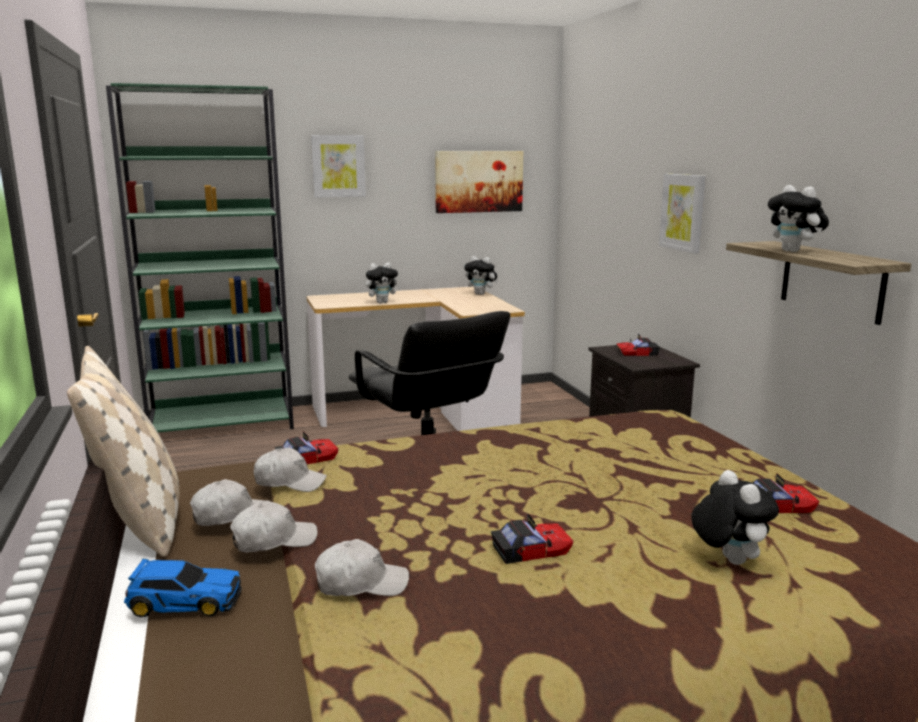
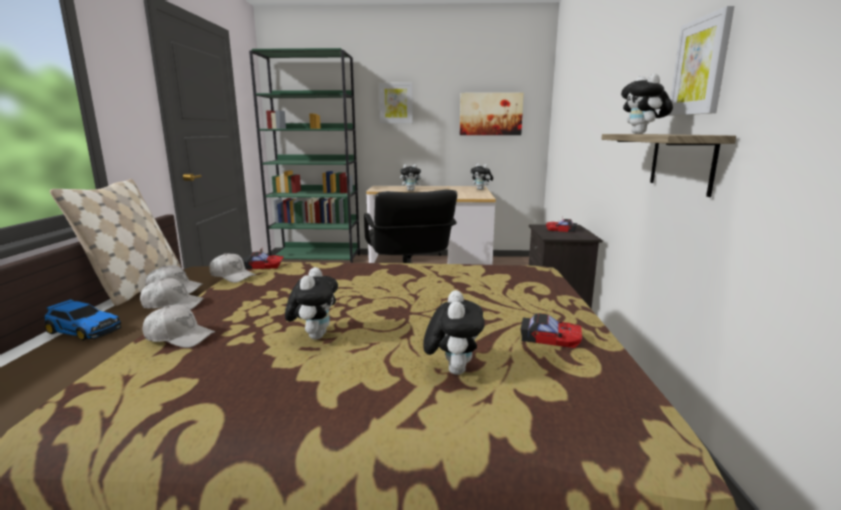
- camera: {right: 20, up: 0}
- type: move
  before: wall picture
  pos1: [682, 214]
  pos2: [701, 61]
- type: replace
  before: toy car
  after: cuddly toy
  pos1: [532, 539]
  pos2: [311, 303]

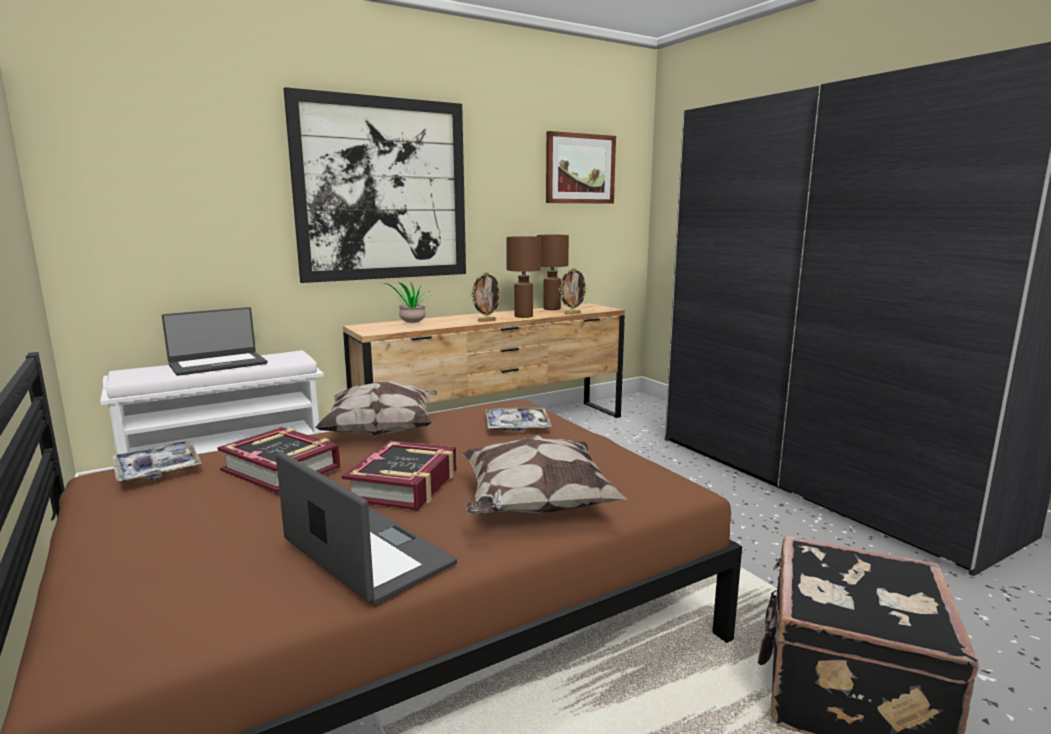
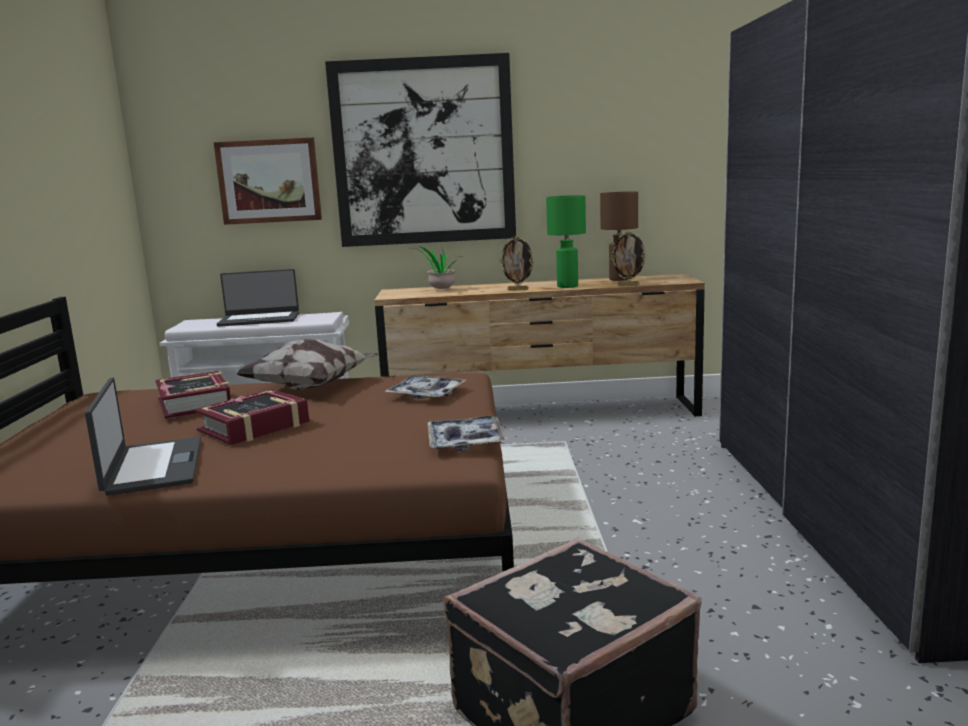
- camera: {right: 30, up: 0}
- type: delete
  before: throw pillow
  pos1: [544, 474]
- type: move
  before: carrying tray
  pos1: [157, 461]
  pos2: [467, 433]
- type: move
  before: wall picture
  pos1: [581, 167]
  pos2: [268, 181]
- type: recolor
  before: lamp for a table (brown)
  after: lamp for a table (green-coloured)
  pos1: [523, 277]
  pos2: [566, 241]

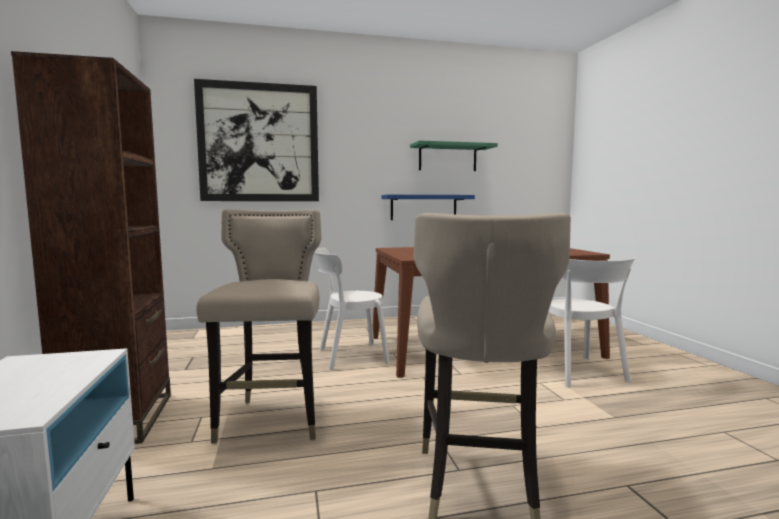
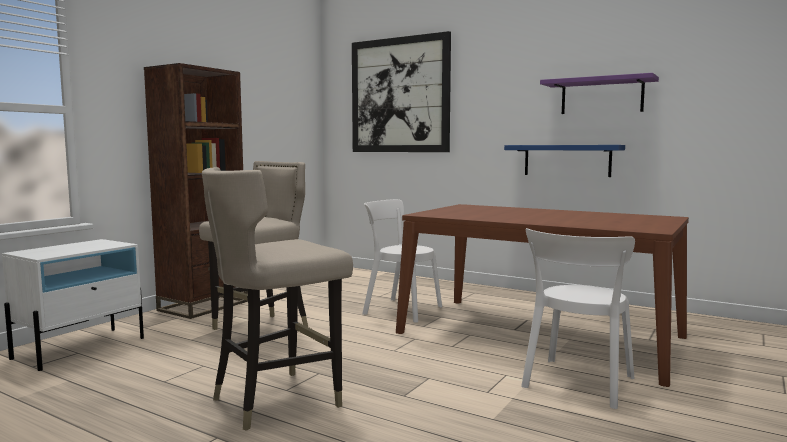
- camera: {right: 45, up: 0}
- type: recolor
  before: shelf (green-coloured)
  after: shelf (purple)
  pos1: [454, 155]
  pos2: [599, 93]

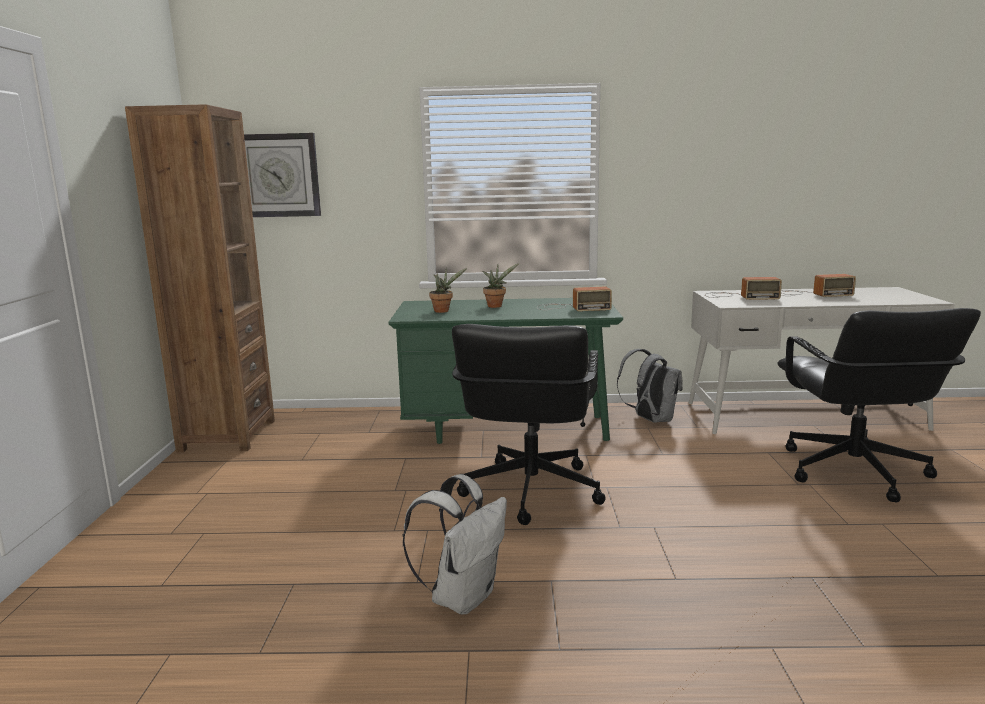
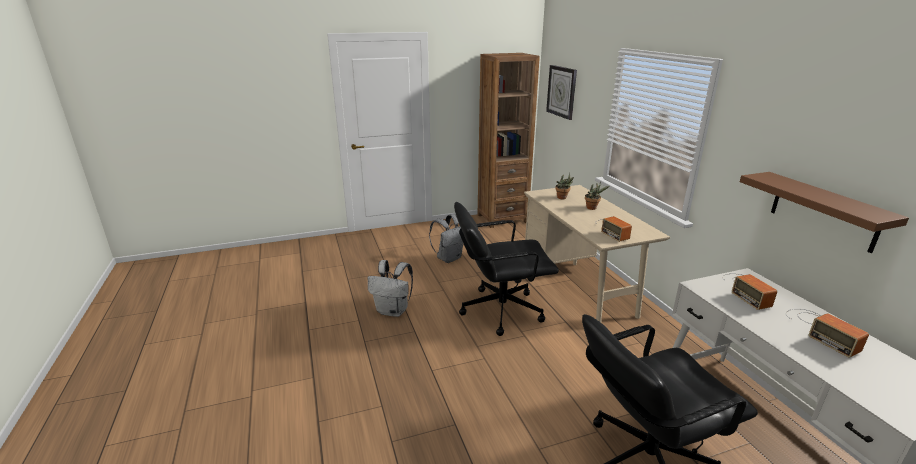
- camera: {right: 70, up: 10}
- type: insert
  after: shelf (brown)
  pos2: [824, 212]
- type: move
  before: knapsack (gray)
  pos1: [650, 386]
  pos2: [446, 238]
- type: recolor
  before: desk (green-coloured)
  after: desk (sand-coloured)
  pos1: [505, 371]
  pos2: [597, 253]

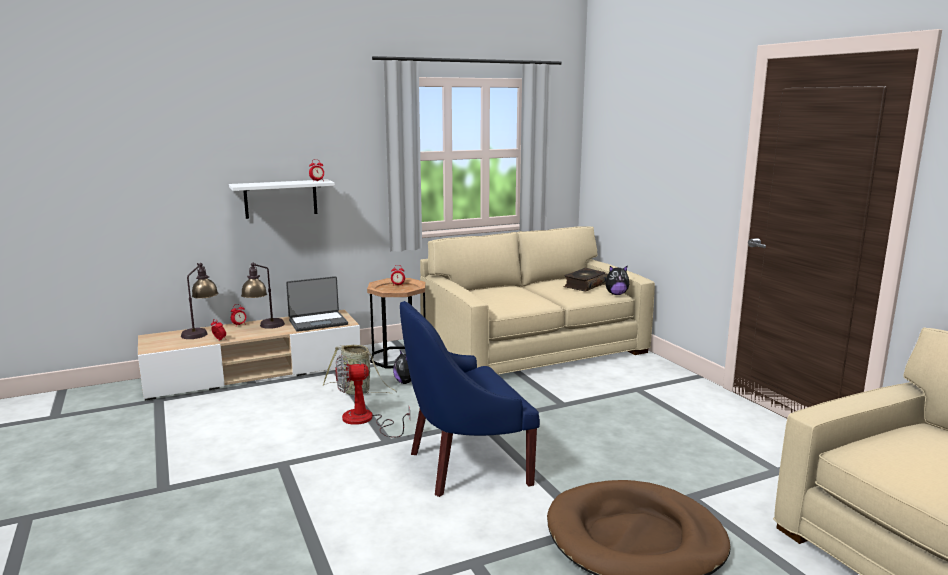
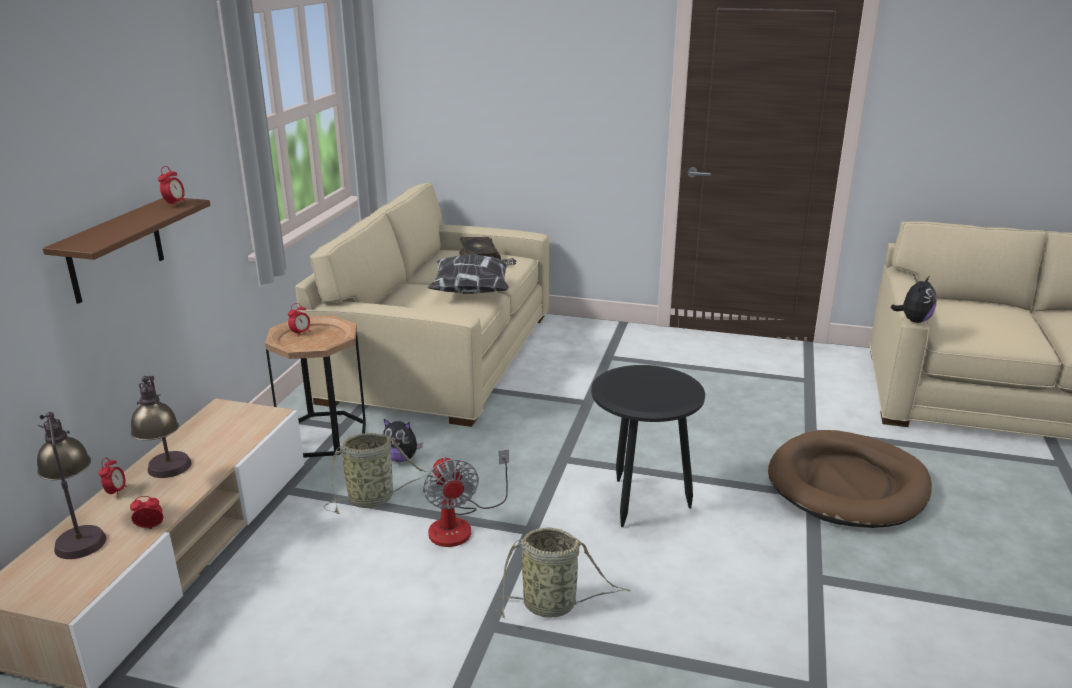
- camera: {right: -50, up: 10}
- type: delete
  before: notebook computer
  pos1: [317, 304]
- type: insert
  after: throw pillow
  pos2: [472, 273]
- type: insert
  after: storage basket
  pos2: [562, 573]
- type: move
  before: cuddly toy
  pos1: [617, 280]
  pos2: [914, 299]
- type: replace
  before: lounge chair (blue-coloured)
  after: end table (blackish)
  pos1: [470, 399]
  pos2: [648, 446]
- type: recolor
  before: shelf (whitish)
  after: shelf (brown)
  pos1: [282, 199]
  pos2: [126, 251]
- type: rotate
  before: cooling fan
  pos1: [372, 396]
  pos2: [466, 498]
  turn: -45

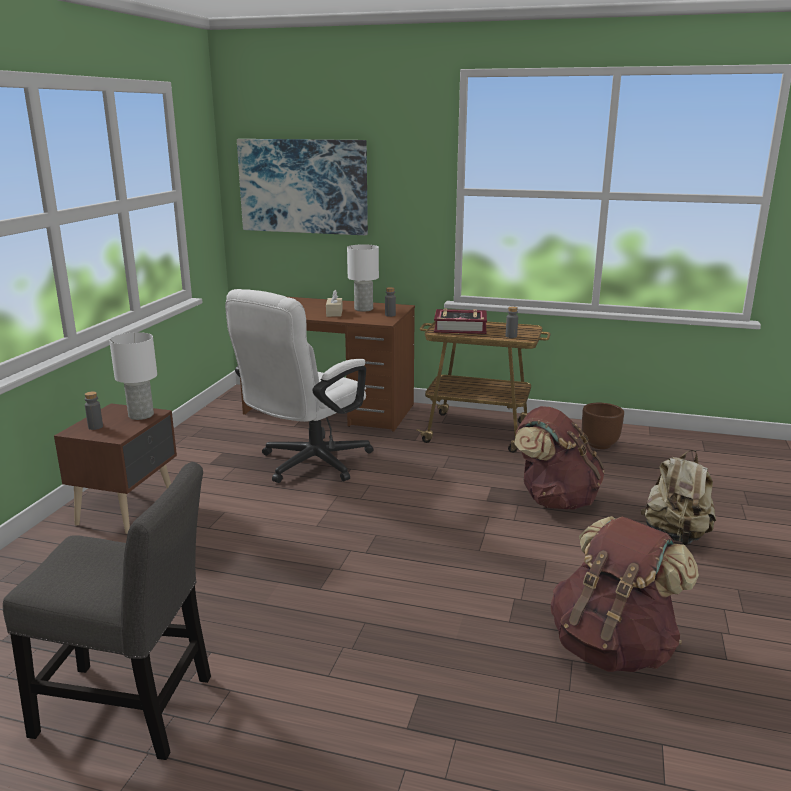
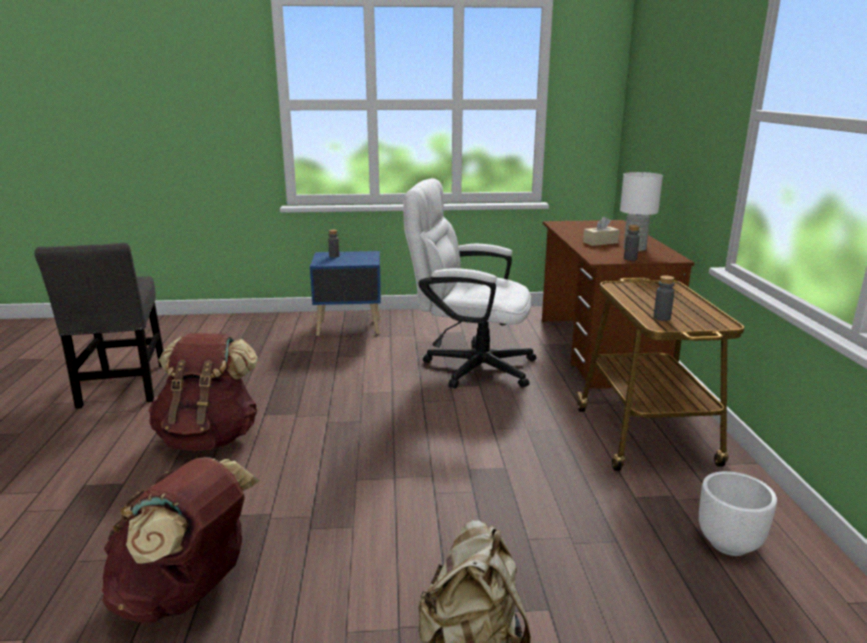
- camera: {right: 70, up: 0}
- type: delete
  before: lamp for a table (whitish)
  pos1: [133, 376]
- type: delete
  before: wall picture
  pos1: [302, 187]
- type: delete
  before: volume
  pos1: [460, 321]
- type: move
  before: knapsack (brown)
  pos1: [559, 458]
  pos2: [204, 392]
- type: recolor
  before: bedside table (brown)
  after: bedside table (blue-coloured)
  pos1: [115, 468]
  pos2: [345, 293]
- type: recolor
  before: planter (brown)
  after: planter (whitish)
  pos1: [603, 426]
  pos2: [738, 513]

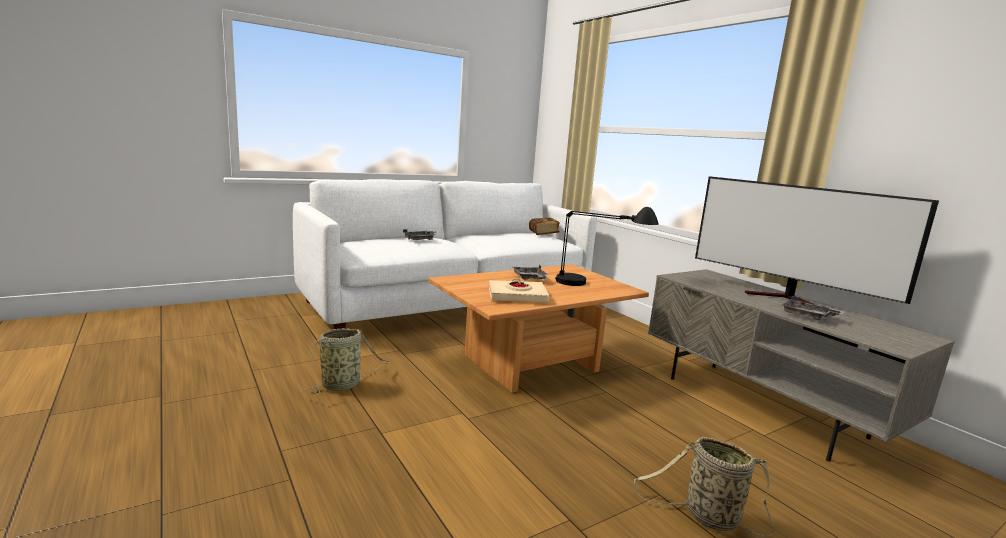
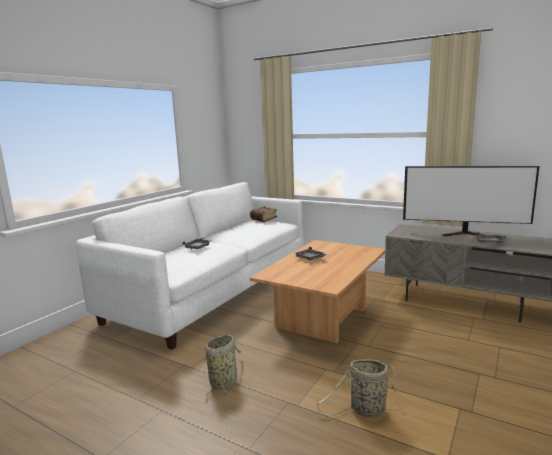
- camera: {right: -25, up: 0}
- type: delete
  before: volume (sand-coloured)
  pos1: [519, 291]
- type: delete
  before: lamp for a table (blackish)
  pos1: [606, 246]
- type: move
  before: storage basket
  pos1: [704, 487]
  pos2: [360, 388]

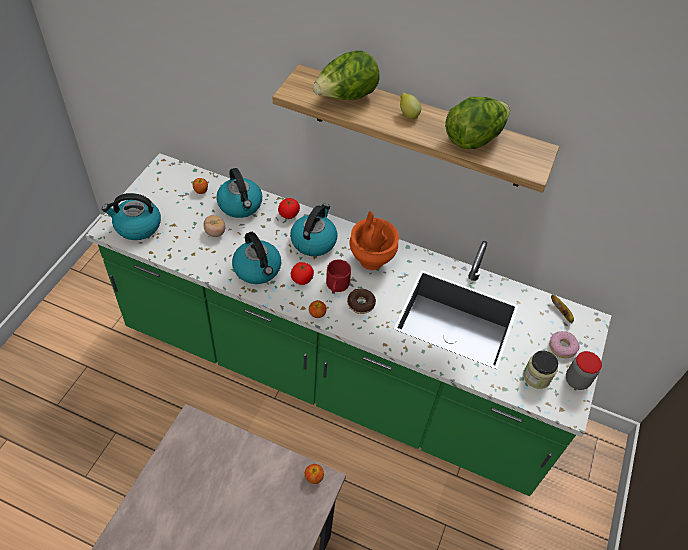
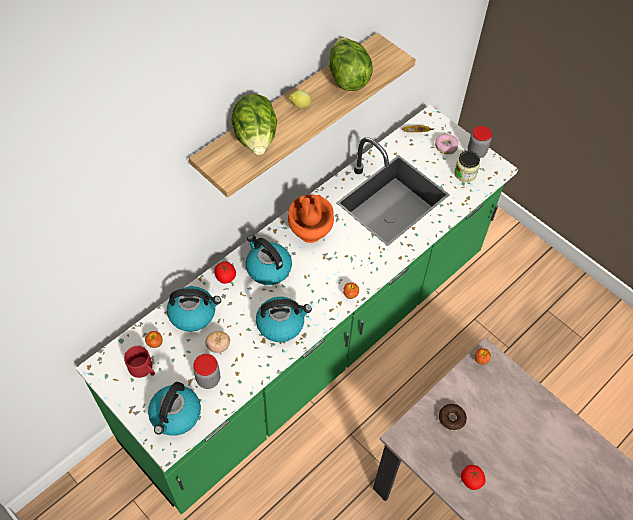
- camera: {right: -65, up: 5}
- type: insert
  after: preserve jar
  pos2: [206, 371]
- type: move
  before: tomato
  pos1: [302, 273]
  pos2: [473, 477]
- type: move
  before: tea mug (reddish)
  pos1: [338, 276]
  pos2: [139, 362]
- type: move
  before: ring doughnut
  pos1: [361, 301]
  pos2: [453, 417]

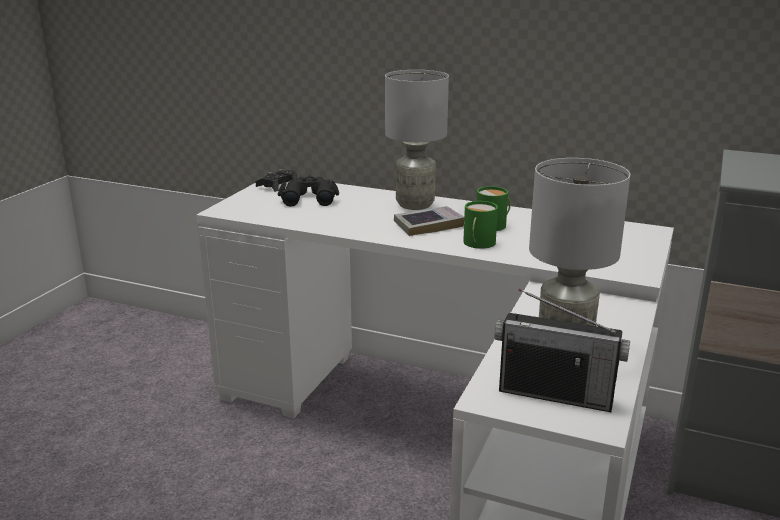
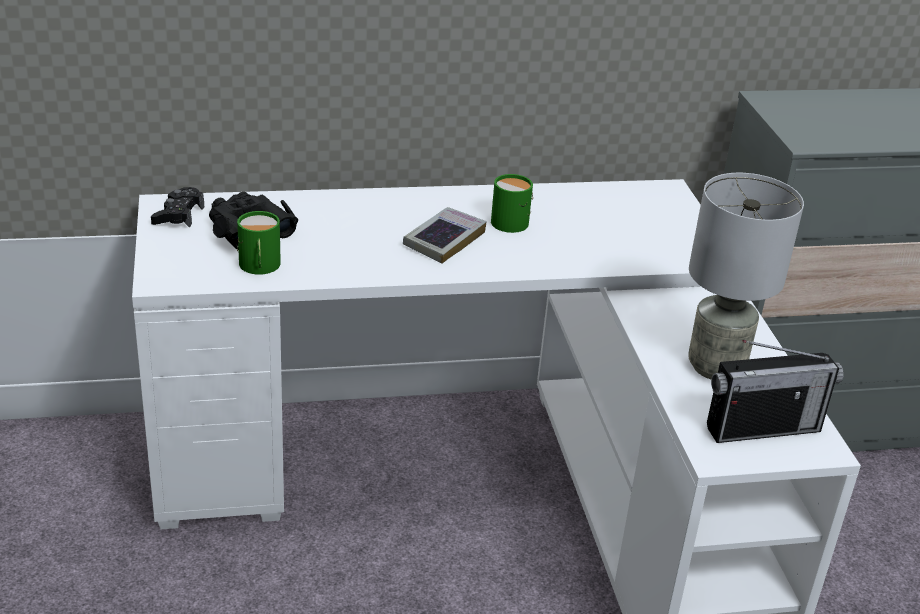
- camera: {right: -35, up: 10}
- type: delete
  before: lamp for a table (gray)
  pos1: [417, 140]
- type: move
  before: tea mug (green-coloured)
  pos1: [480, 225]
  pos2: [259, 243]

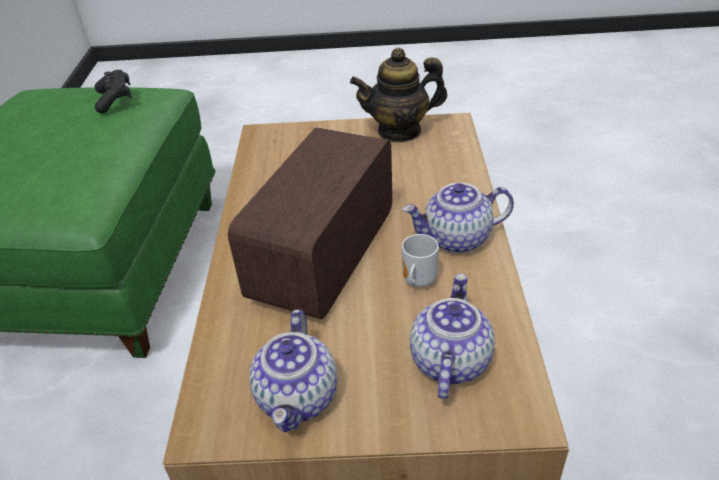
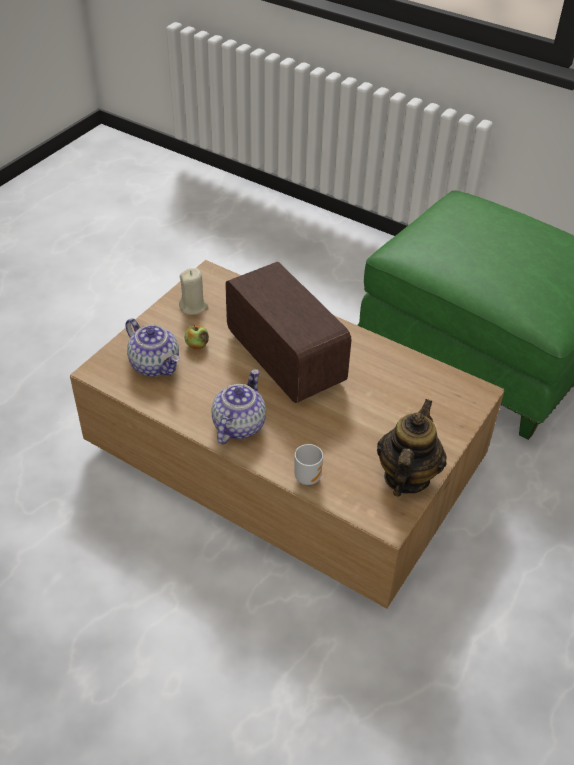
- camera: {right: 120, up: 5}
- type: delete
  before: game controller (blackish)
  pos1: [113, 92]
- type: insert
  after: apple
  pos2: [196, 337]
- type: move
  before: tea mug
  pos1: [420, 260]
  pos2: [308, 464]
- type: replace
  before: tea pot
  after: candle (sand-coloured)
  pos1: [293, 371]
  pos2: [193, 291]

